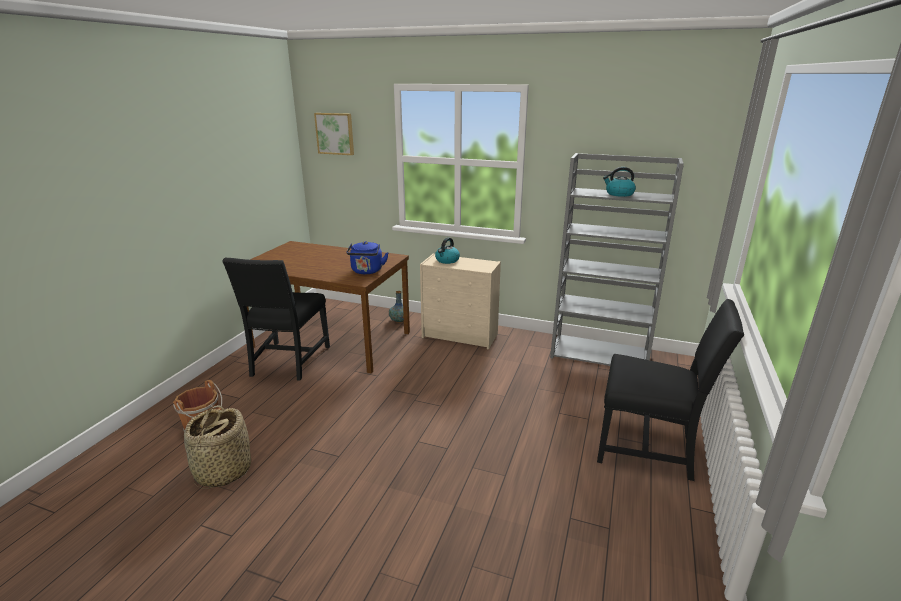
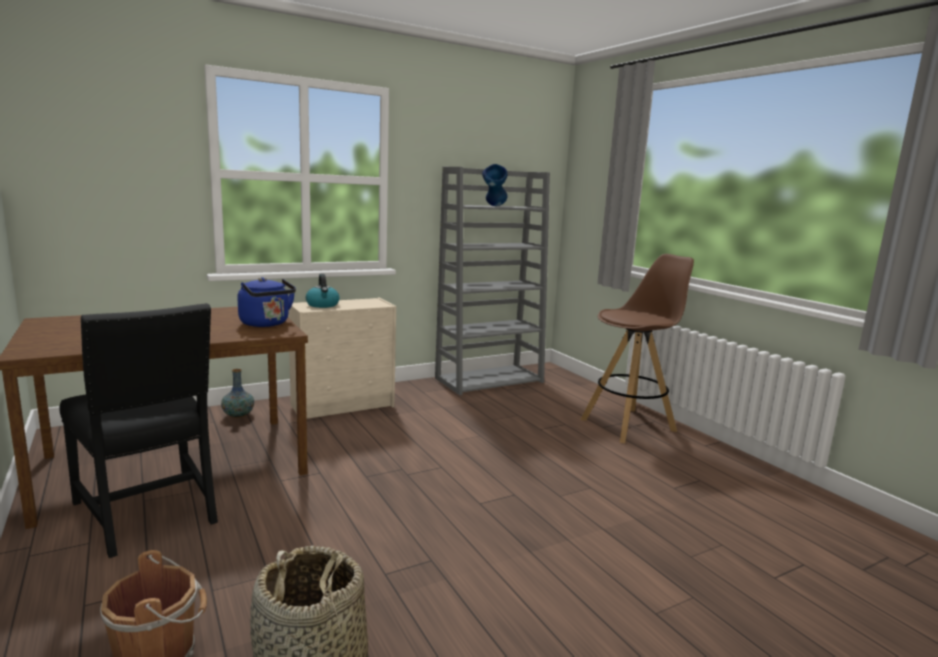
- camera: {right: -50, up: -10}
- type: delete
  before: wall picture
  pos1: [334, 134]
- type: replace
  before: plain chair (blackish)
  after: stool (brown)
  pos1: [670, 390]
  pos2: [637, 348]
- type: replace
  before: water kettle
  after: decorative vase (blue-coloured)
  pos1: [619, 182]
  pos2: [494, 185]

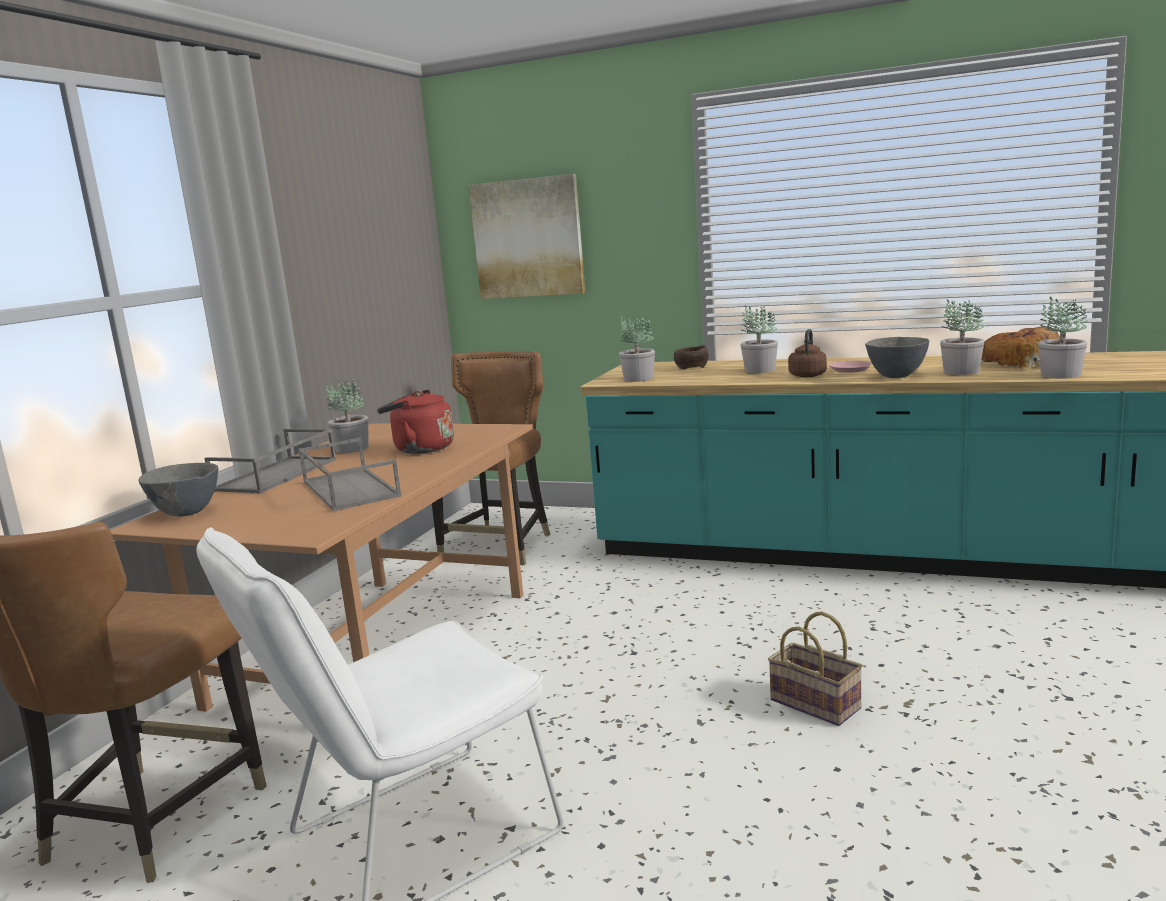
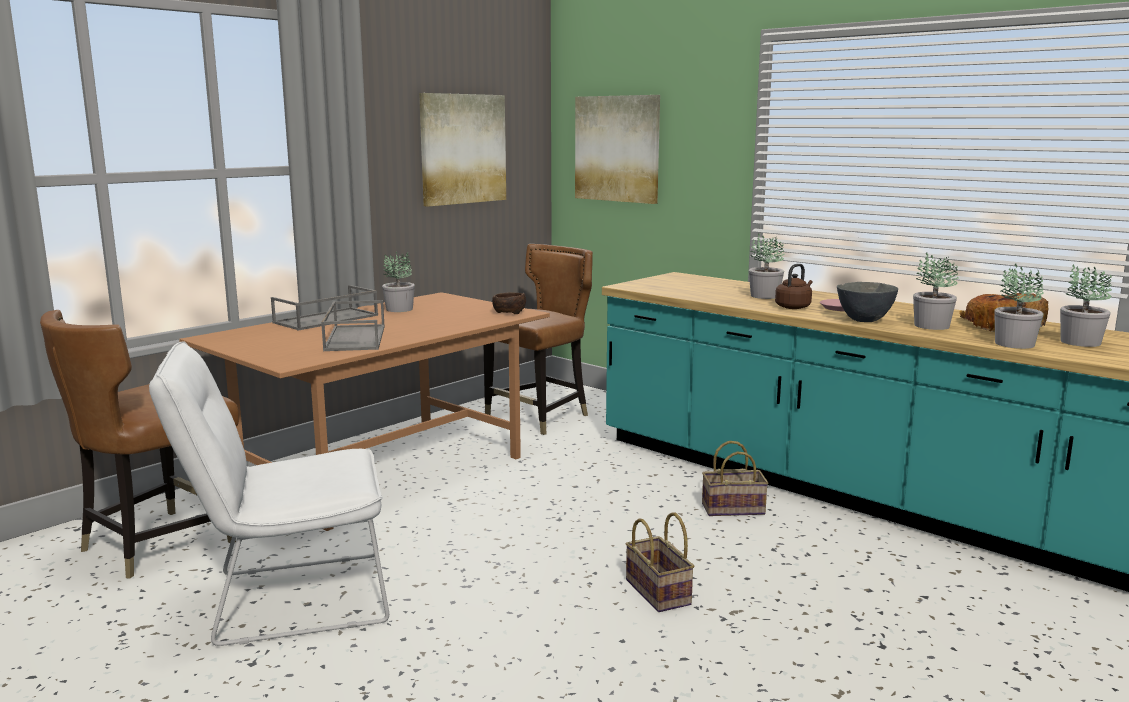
- camera: {right: 20, up: 0}
- type: delete
  before: serving bowl (gray)
  pos1: [178, 490]
- type: delete
  before: water kettle (reddish)
  pos1: [415, 422]
- type: insert
  after: wall picture
  pos2: [462, 150]
- type: insert
  after: storage basket
  pos2: [735, 478]
- type: move
  before: houseplant
  pos1: [637, 349]
  pos2: [1086, 305]
- type: move
  before: serving bowl (brown)
  pos1: [691, 357]
  pos2: [509, 303]

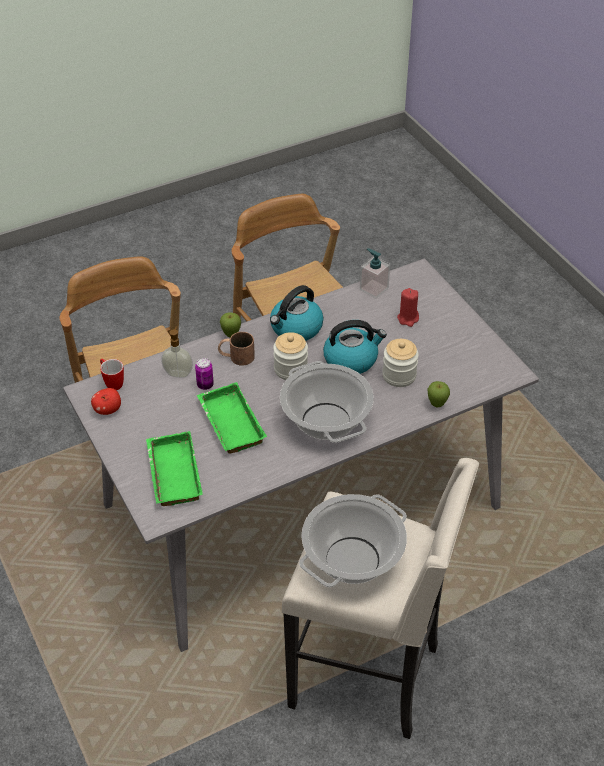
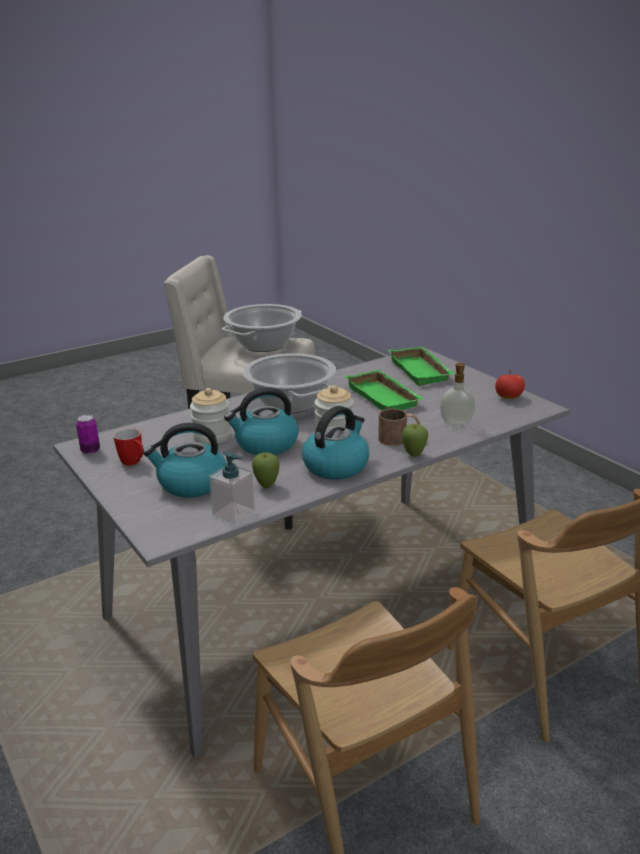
- camera: {right: 175, up: -20}
- type: move
  before: tea mug
  pos1: [112, 374]
  pos2: [128, 447]
- type: move
  before: metal can
  pos1: [204, 374]
  pos2: [88, 434]
- type: move
  before: apple
  pos1: [438, 394]
  pos2: [266, 470]
- type: replace
  before: candle (reddish)
  after: water kettle
  pos1: [408, 307]
  pos2: [184, 460]

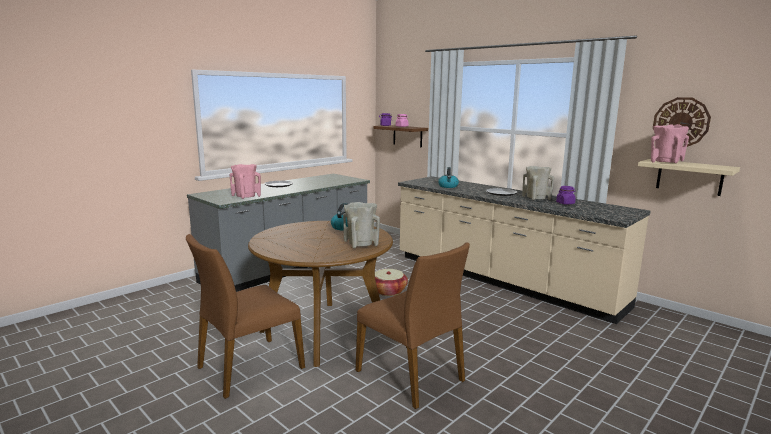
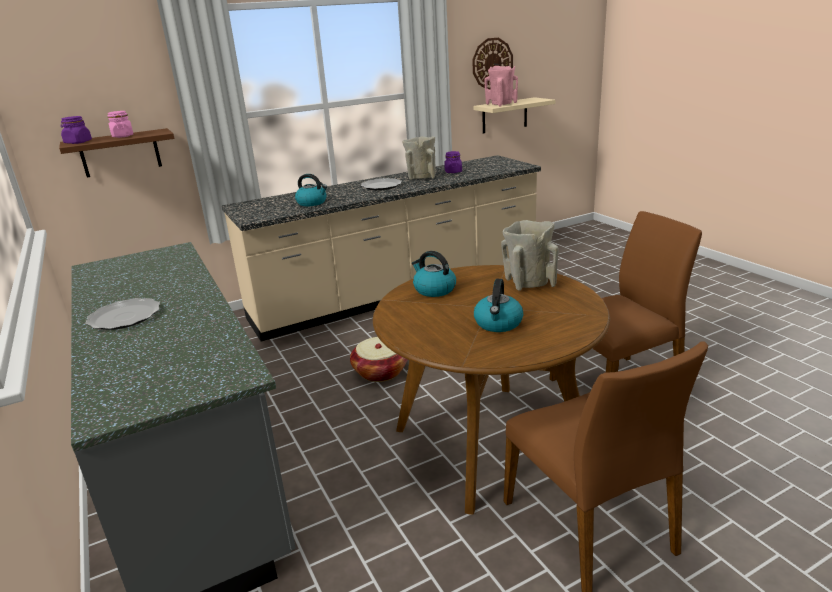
- camera: {right: -70, up: 10}
- type: delete
  before: decorative vase (pink-coloured)
  pos1: [245, 181]
- type: insert
  after: water kettle
  pos2: [498, 305]

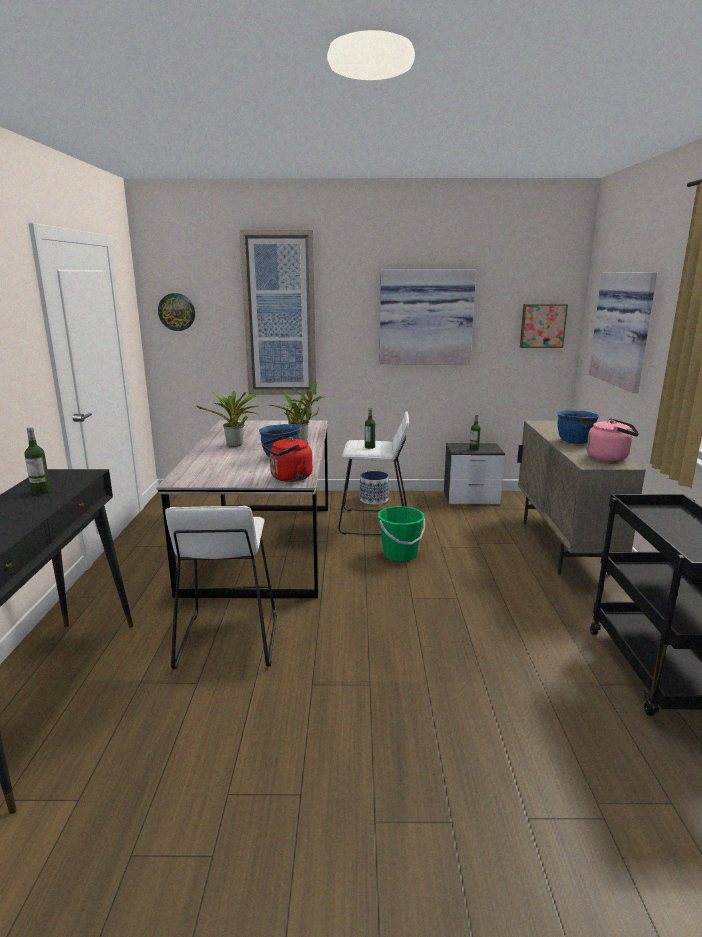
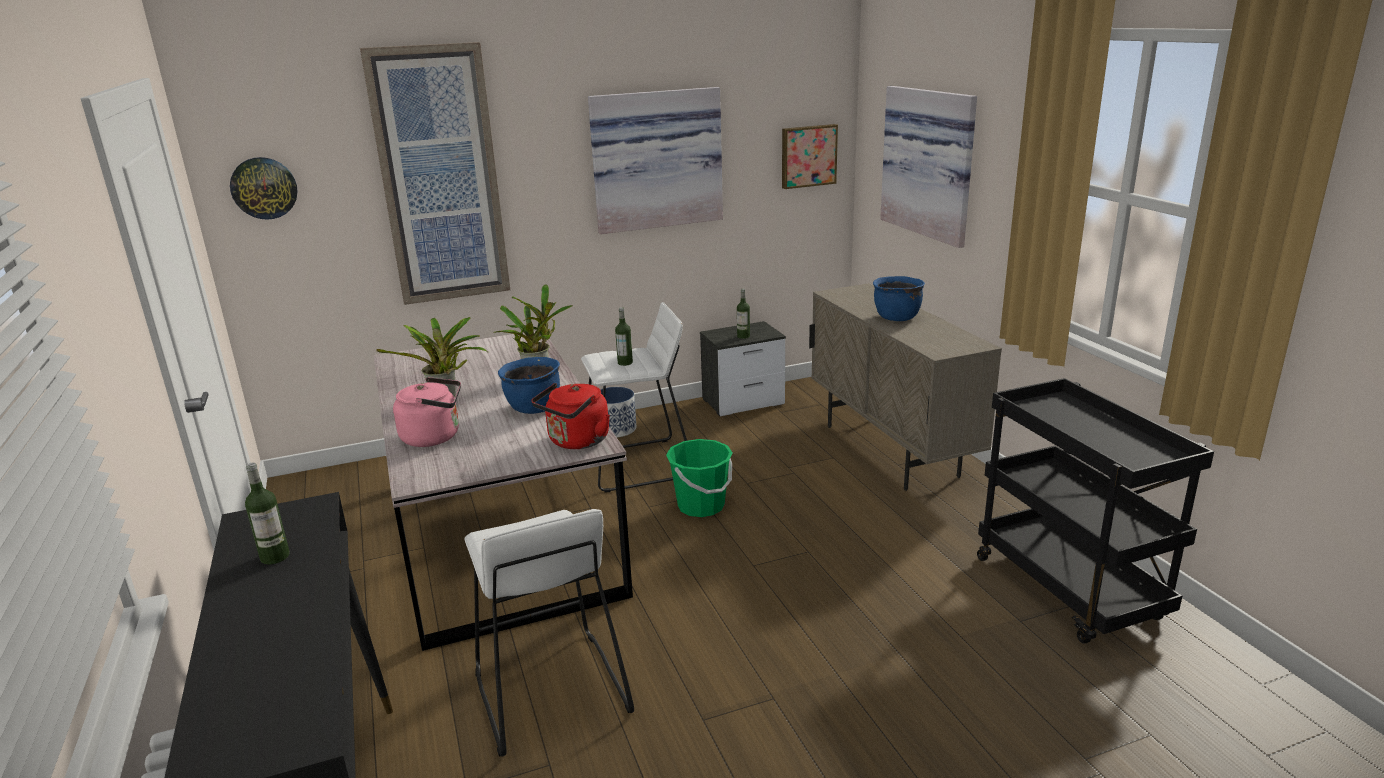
- camera: {right: -20, up: 5}
- type: move
  before: water kettle (pink-coloured)
  pos1: [612, 440]
  pos2: [427, 412]

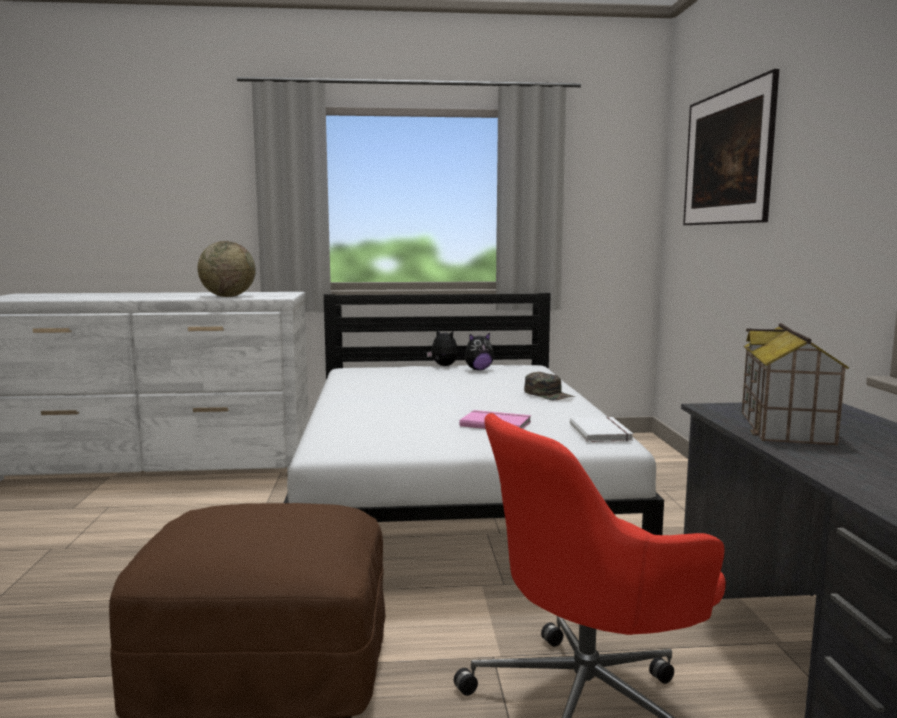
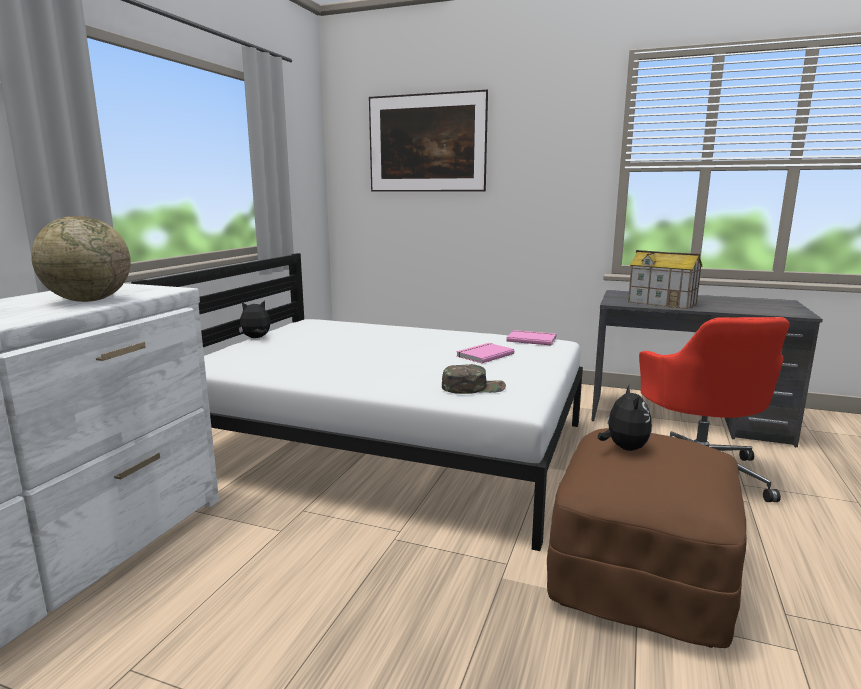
- camera: {right: -65, up: 5}
- type: move
  before: cuddly toy
  pos1: [479, 351]
  pos2: [625, 417]
- type: move
  before: peaked cap (green-coloured)
  pos1: [549, 386]
  pos2: [474, 379]
- type: recolor
  before: volume (whitish)
  after: volume (pink-coloured)
  pos1: [601, 429]
  pos2: [531, 338]

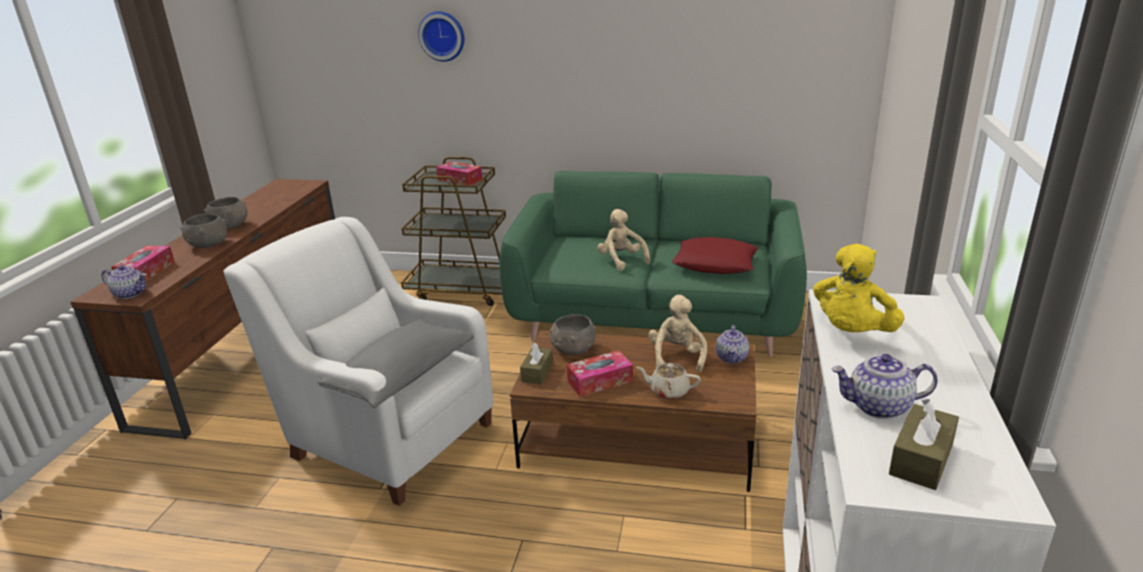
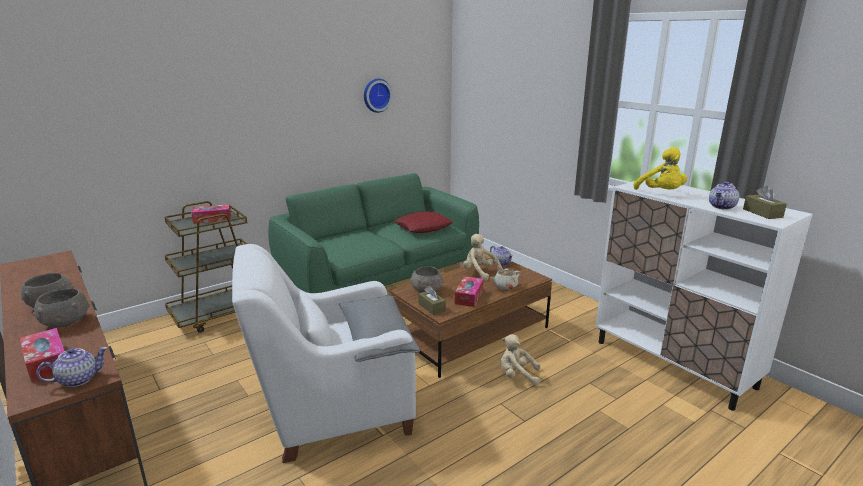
- camera: {right: -50, up: -5}
- type: move
  before: clock on the wall
  pos1: [441, 36]
  pos2: [378, 96]
- type: move
  before: cuddly toy (sand-coloured)
  pos1: [623, 240]
  pos2: [520, 360]

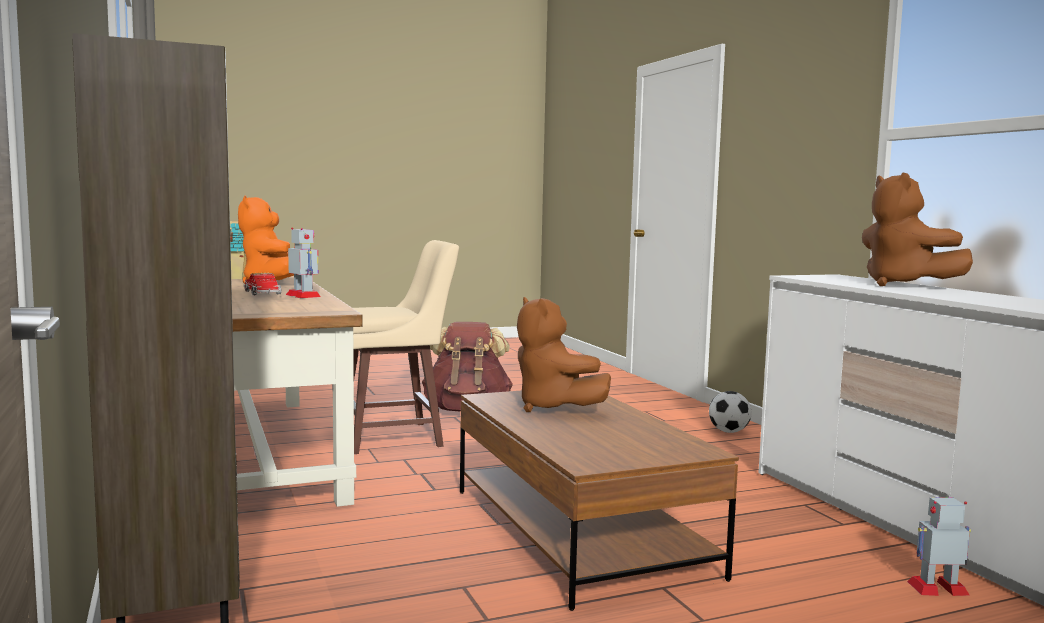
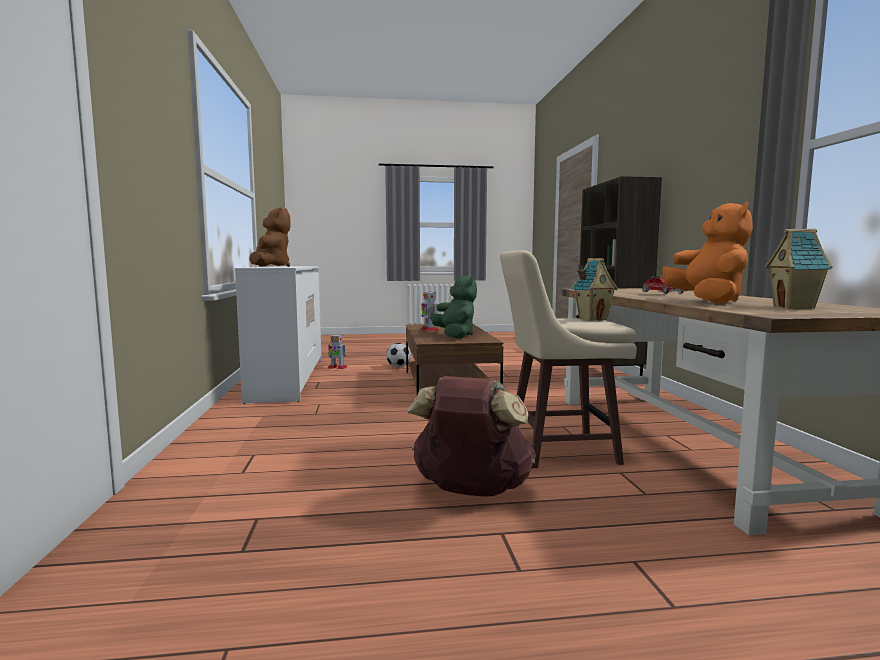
- camera: {right: -165, up: 0}
- type: insert
  after: toy house
  pos2: [595, 289]
- type: move
  before: robot figure
  pos1: [303, 262]
  pos2: [430, 311]
- type: move
  before: football
  pos1: [730, 412]
  pos2: [398, 355]
- type: recolor
  before: cuddly toy (brown)
  after: cuddly toy (green-coloured)
  pos1: [564, 354]
  pos2: [454, 307]

